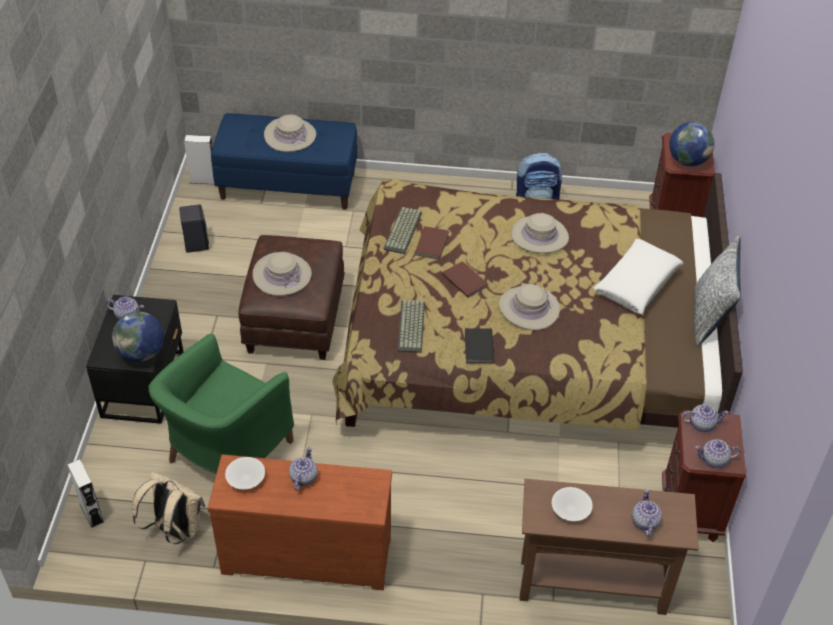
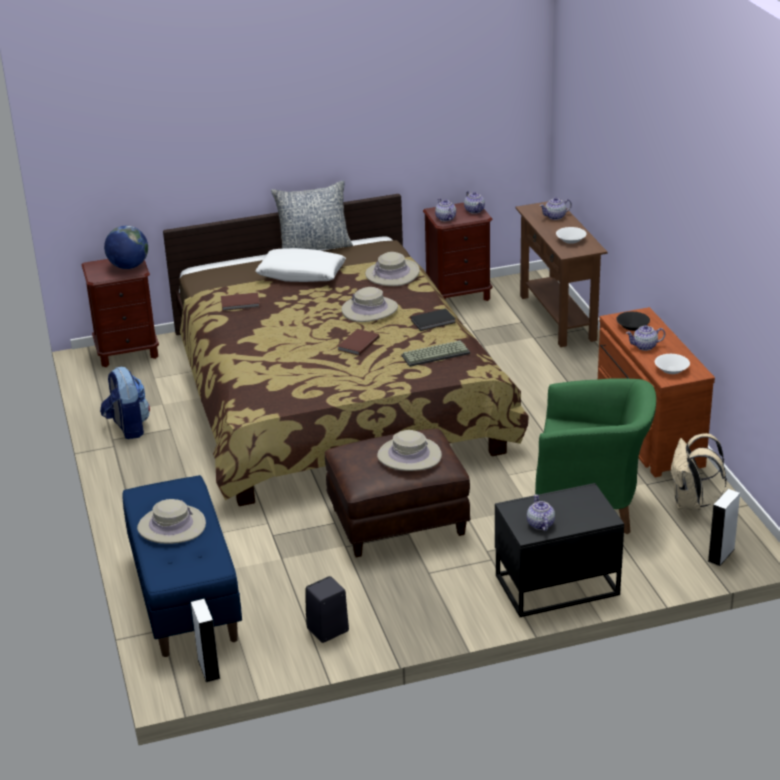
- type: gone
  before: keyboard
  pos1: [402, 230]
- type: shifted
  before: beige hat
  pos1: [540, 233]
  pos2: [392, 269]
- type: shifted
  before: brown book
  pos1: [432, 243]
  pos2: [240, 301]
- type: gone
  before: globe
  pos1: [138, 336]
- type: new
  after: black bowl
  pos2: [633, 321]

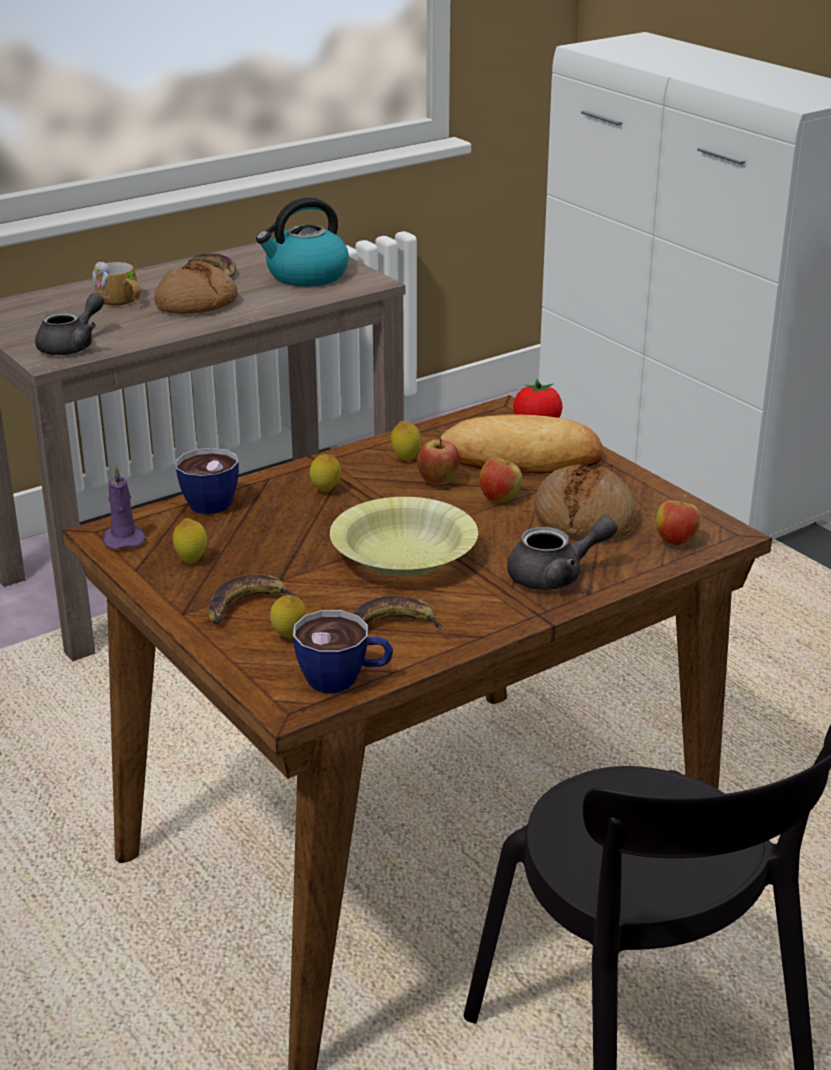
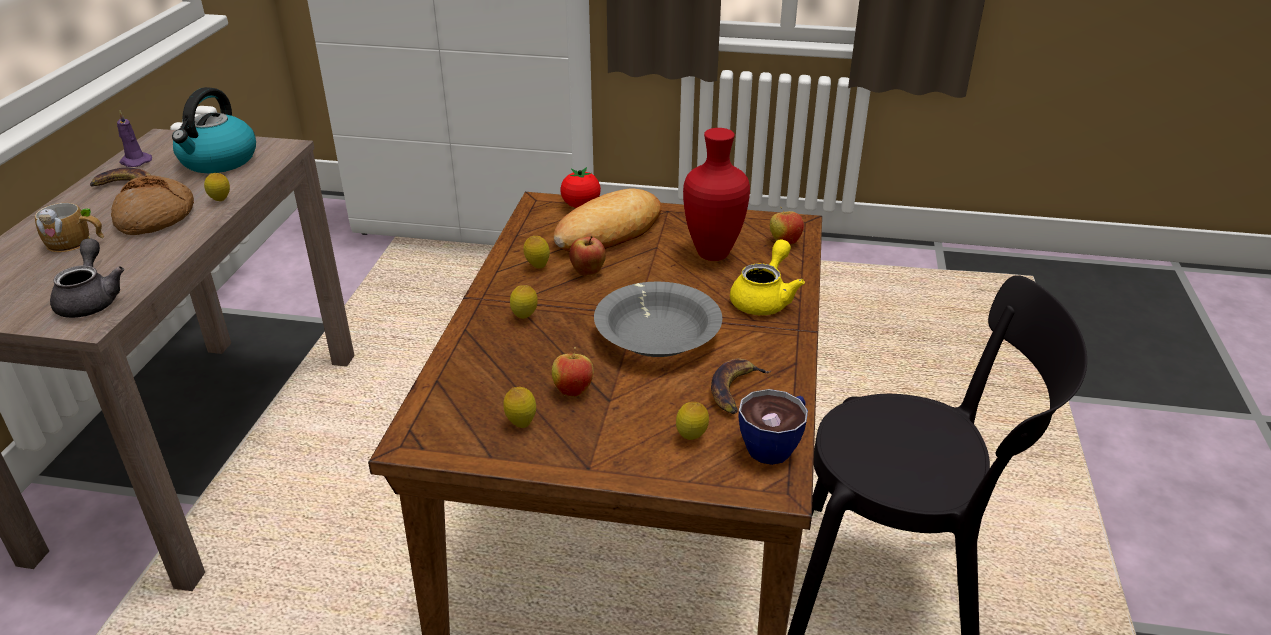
- type: gone
  before: cup
  pos1: [207, 481]
- type: shifted
  before: apple
  pos1: [501, 479]
  pos2: [573, 372]
- type: swapped
  before: bread
  after: red vase
  pos1: [585, 501]
  pos2: [716, 194]
- type: shifted
  before: purple candle
  pos1: [124, 507]
  pos2: [134, 138]
- type: repainted
  before: yellow bowl
  after: grey bowl
  pos1: [404, 537]
  pos2: [658, 319]
- type: repainted
  before: grey teapot
  after: yellow teapot
  pos1: [562, 553]
  pos2: [767, 277]
- type: gone
  before: banana
  pos1: [254, 599]
- type: new
  after: lemon
  pos2: [217, 187]

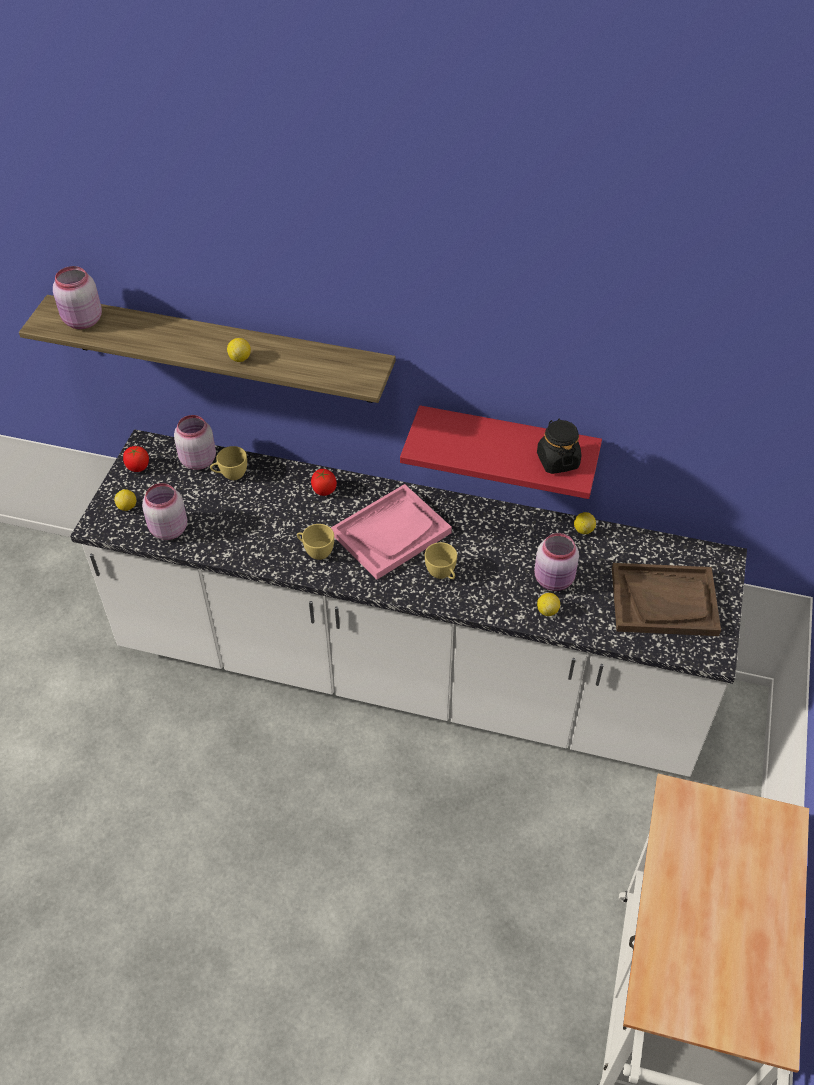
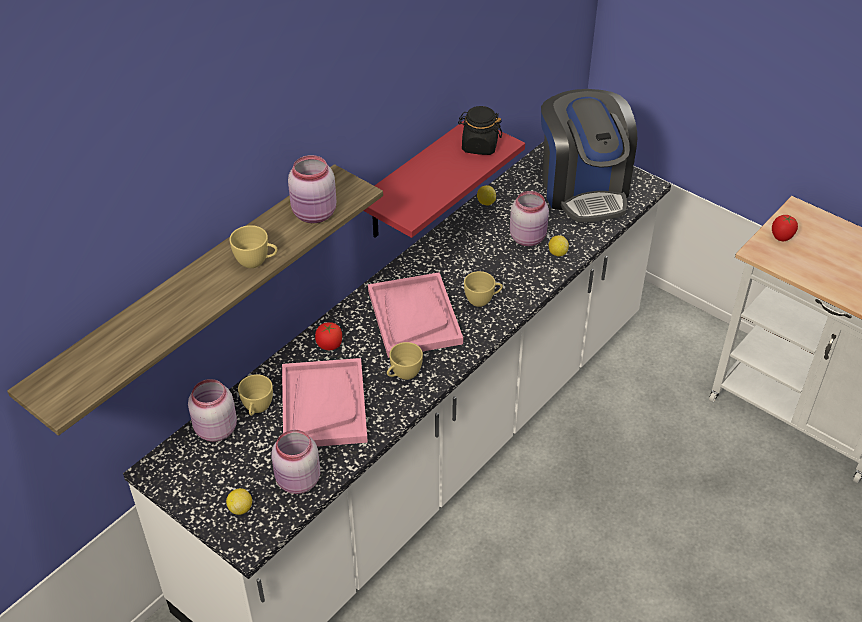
- type: shifted
  before: pink jar
  pos1: [77, 297]
  pos2: [312, 189]
- type: swapped
  before: lemon
  after: yellow cup
  pos1: [239, 350]
  pos2: [253, 246]
- type: shifted
  before: tomato
  pos1: [136, 459]
  pos2: [785, 228]
- type: swapped
  before: brown tray
  after: coffee machine
  pos1: [666, 599]
  pos2: [589, 155]
- type: new
  after: pink tray
  pos2: [325, 402]

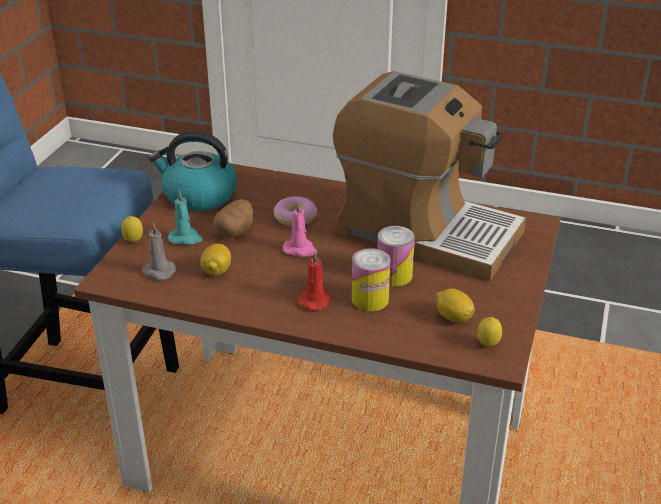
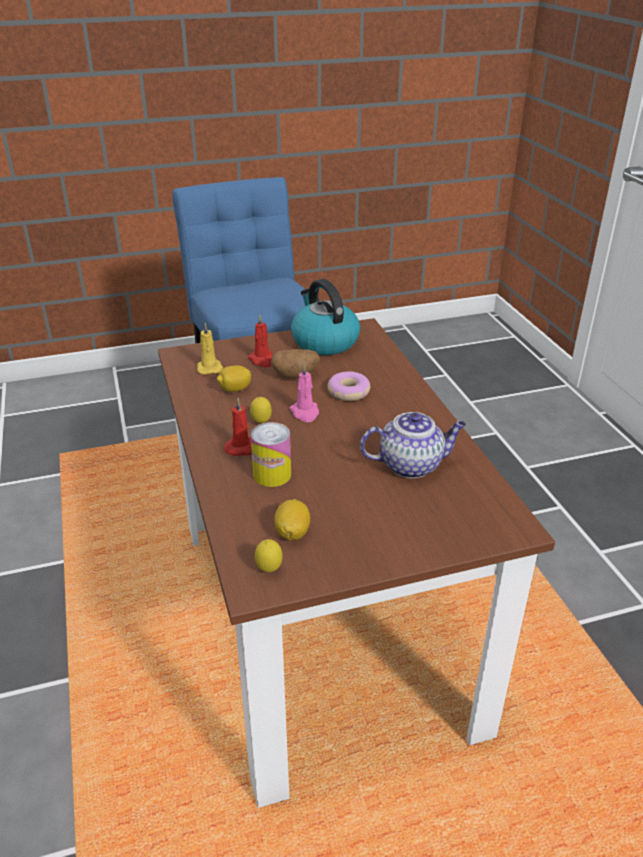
- type: swapped
  before: coffee machine
  after: teapot
  pos1: [429, 176]
  pos2: [413, 445]
- type: repainted
  before: turquoise candle
  after: red candle
  pos1: [185, 217]
  pos2: [260, 341]
- type: shifted
  before: lemon
  pos1: [132, 229]
  pos2: [261, 410]
- type: repainted
  before: grey candle
  after: yellow candle
  pos1: [159, 251]
  pos2: [210, 349]
- type: gone
  before: can
  pos1: [396, 256]

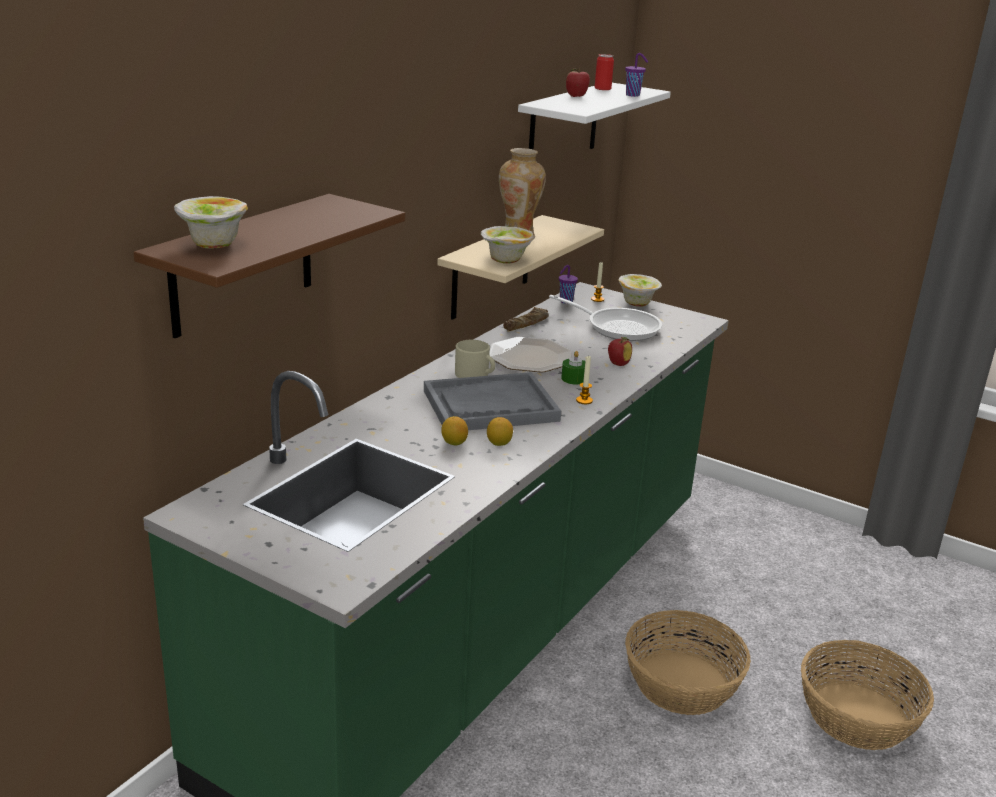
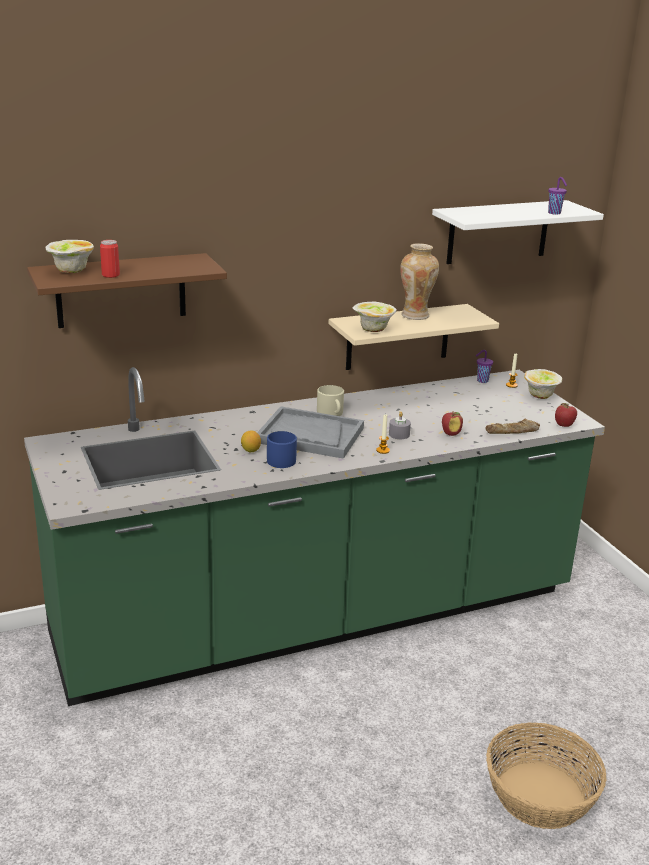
- type: shifted
  before: can
  pos1: [604, 72]
  pos2: [110, 259]
- type: shifted
  before: apple
  pos1: [578, 82]
  pos2: [566, 415]
- type: gone
  before: frying pan
  pos1: [605, 318]
- type: shifted
  before: bread
  pos1: [526, 319]
  pos2: [512, 426]
- type: gone
  before: plate
  pos1: [530, 354]
- type: repainted
  before: green candle
  after: grey candle
  pos1: [573, 367]
  pos2: [400, 425]
- type: swapped
  before: lemon
  after: blue mug
  pos1: [500, 431]
  pos2: [282, 449]
- type: gone
  before: basket
  pos1: [688, 662]

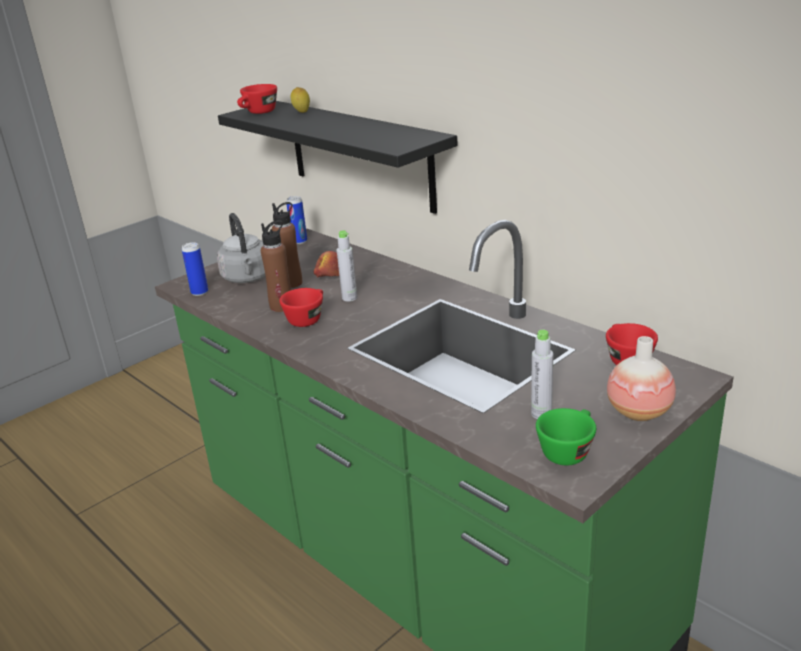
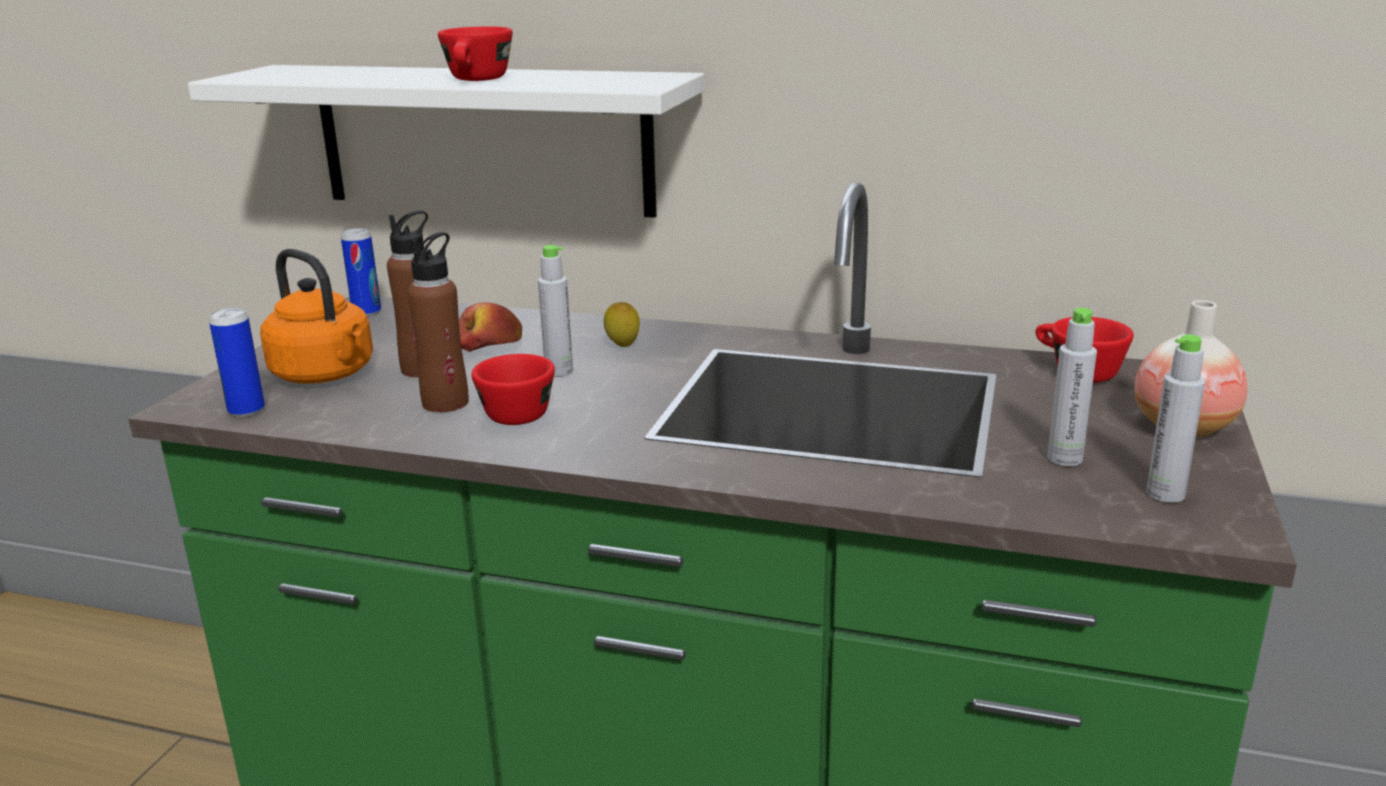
- type: shifted
  before: red cup
  pos1: [257, 99]
  pos2: [475, 53]
- type: shifted
  before: lemon
  pos1: [300, 100]
  pos2: [622, 324]
- type: repainted
  before: black shelf
  after: white shelf
  pos1: [338, 157]
  pos2: [446, 141]
- type: repainted
  before: grey kettle
  after: orange kettle
  pos1: [241, 248]
  pos2: [316, 316]
- type: swapped
  before: green cup
  after: grey bottle
  pos1: [566, 436]
  pos2: [1175, 418]

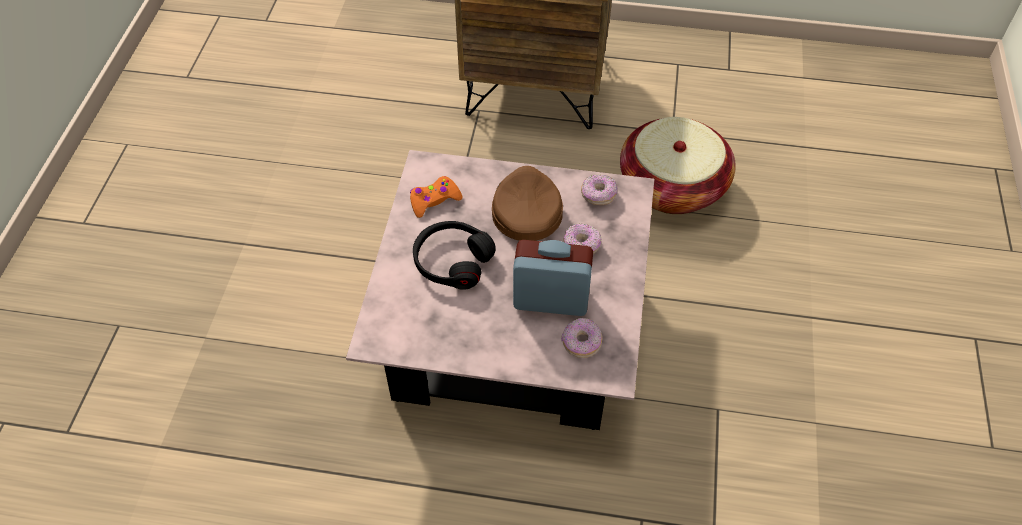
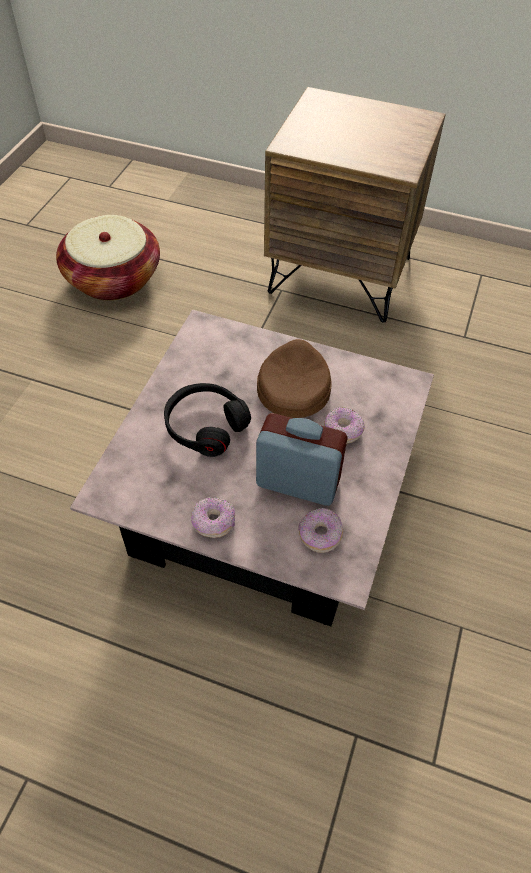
- type: shifted
  before: basket
  pos1: [678, 165]
  pos2: [108, 258]
- type: shifted
  before: donut
  pos1: [599, 189]
  pos2: [213, 517]
- type: gone
  before: orange game controller
  pos1: [436, 197]

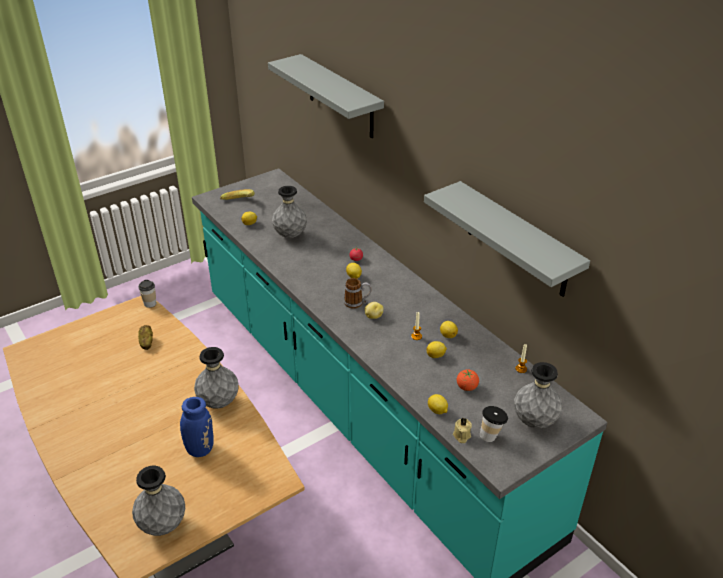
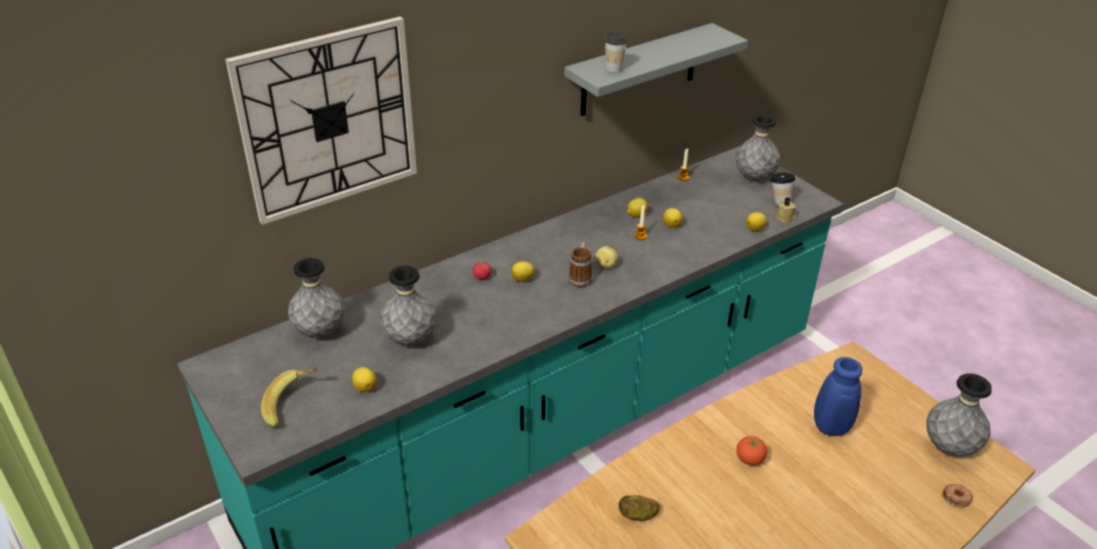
- type: swapped
  before: grey shelf
  after: wall clock
  pos1: [326, 96]
  pos2: [321, 121]
- type: shifted
  before: cup
  pos1: [147, 294]
  pos2: [616, 53]
- type: shifted
  before: grey vase
  pos1: [216, 378]
  pos2: [316, 298]
- type: shifted
  before: tomato
  pos1: [468, 380]
  pos2: [751, 451]
- type: new
  after: donut
  pos2: [957, 496]

